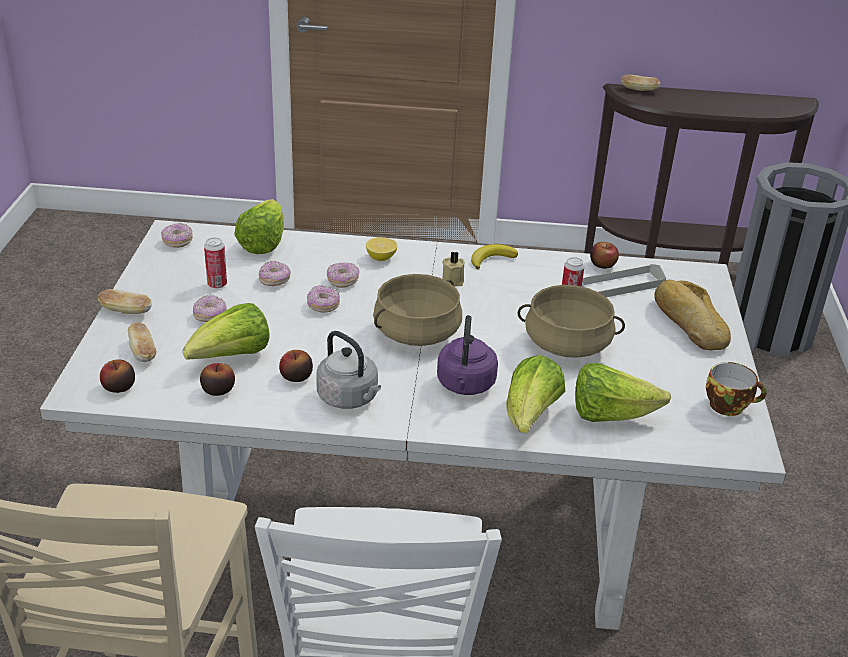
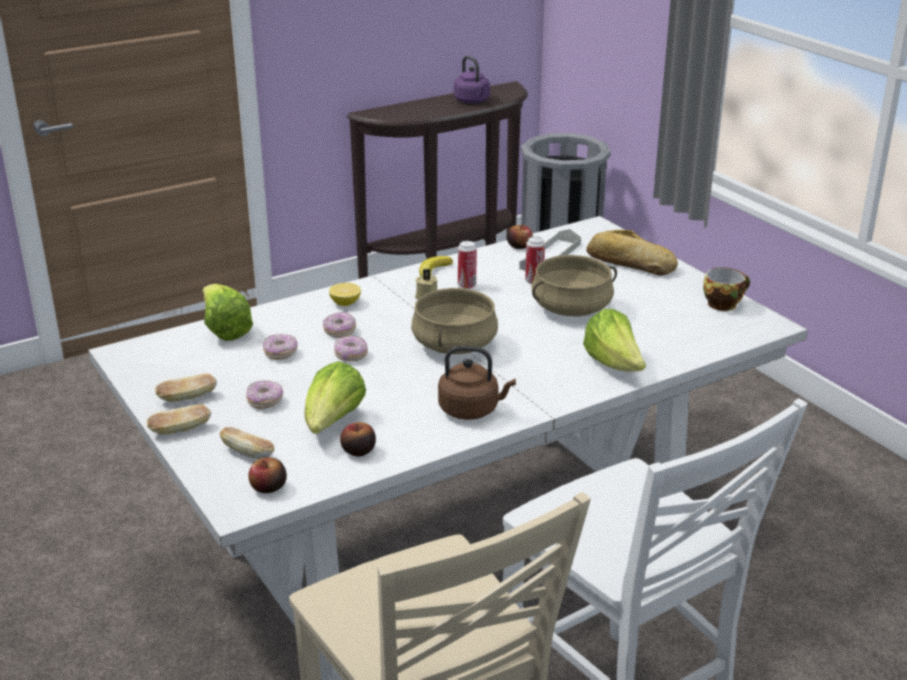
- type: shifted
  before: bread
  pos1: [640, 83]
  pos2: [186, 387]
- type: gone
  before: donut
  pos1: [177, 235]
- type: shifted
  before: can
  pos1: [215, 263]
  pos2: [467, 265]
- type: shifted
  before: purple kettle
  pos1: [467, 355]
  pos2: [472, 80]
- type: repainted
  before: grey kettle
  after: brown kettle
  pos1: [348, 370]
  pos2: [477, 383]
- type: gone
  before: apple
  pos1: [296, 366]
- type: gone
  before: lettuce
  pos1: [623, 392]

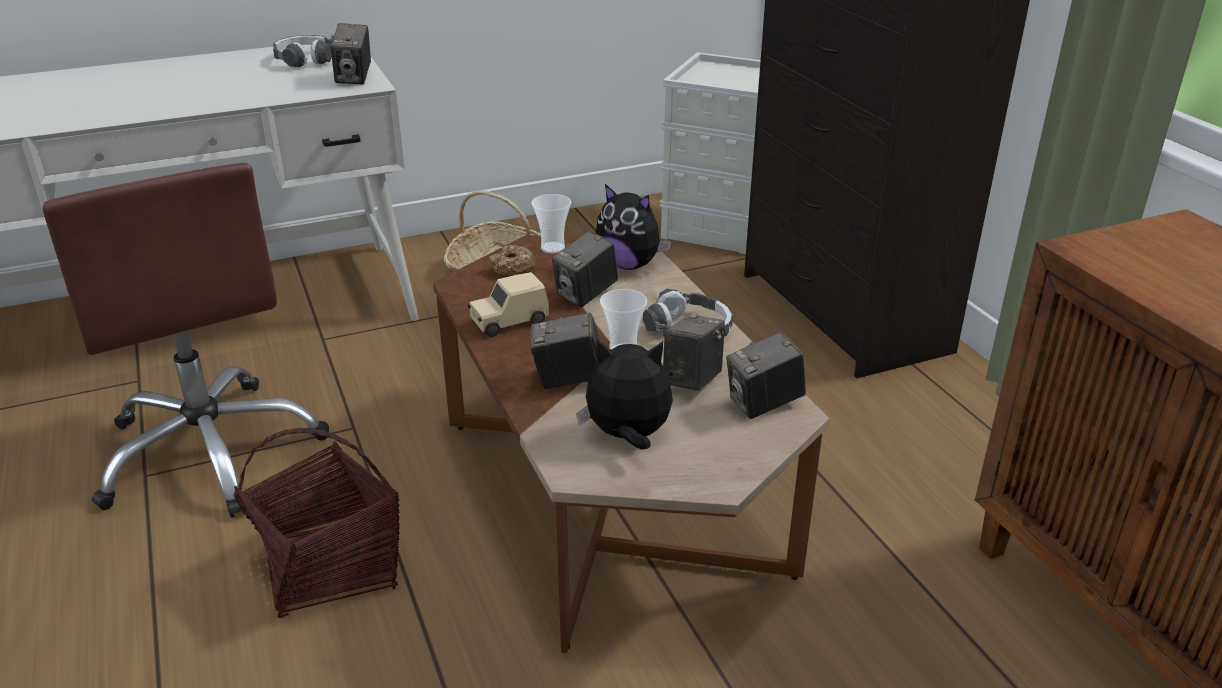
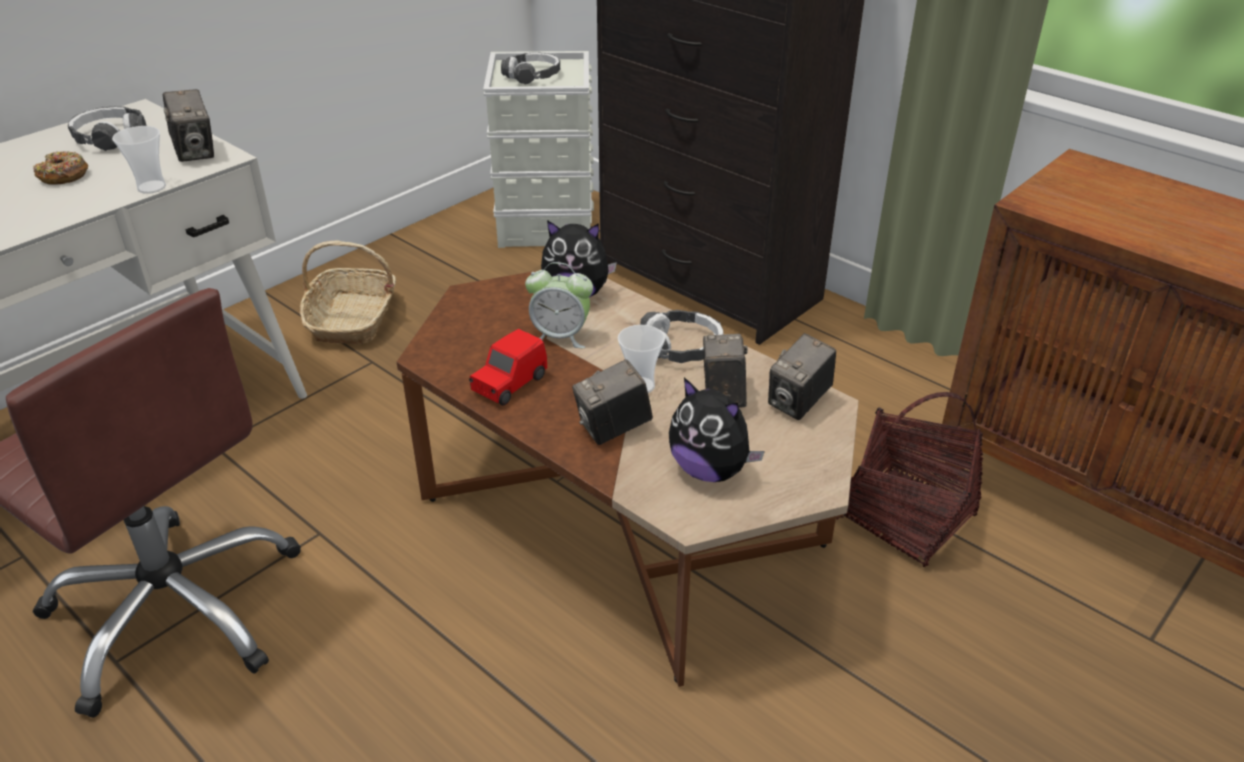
- type: shifted
  before: cup
  pos1: [551, 224]
  pos2: [139, 160]
- type: swapped
  before: photo camera
  after: alarm clock
  pos1: [585, 269]
  pos2: [559, 305]
- type: shifted
  before: donut
  pos1: [512, 261]
  pos2: [60, 168]
- type: repainted
  before: beige toy car
  after: red toy car
  pos1: [508, 304]
  pos2: [508, 367]
- type: rotated
  before: plush toy
  pos1: [624, 394]
  pos2: [717, 430]
  turn: -120
- type: shifted
  before: basket
  pos1: [317, 523]
  pos2: [909, 479]
- type: new
  after: headphones
  pos2: [530, 69]

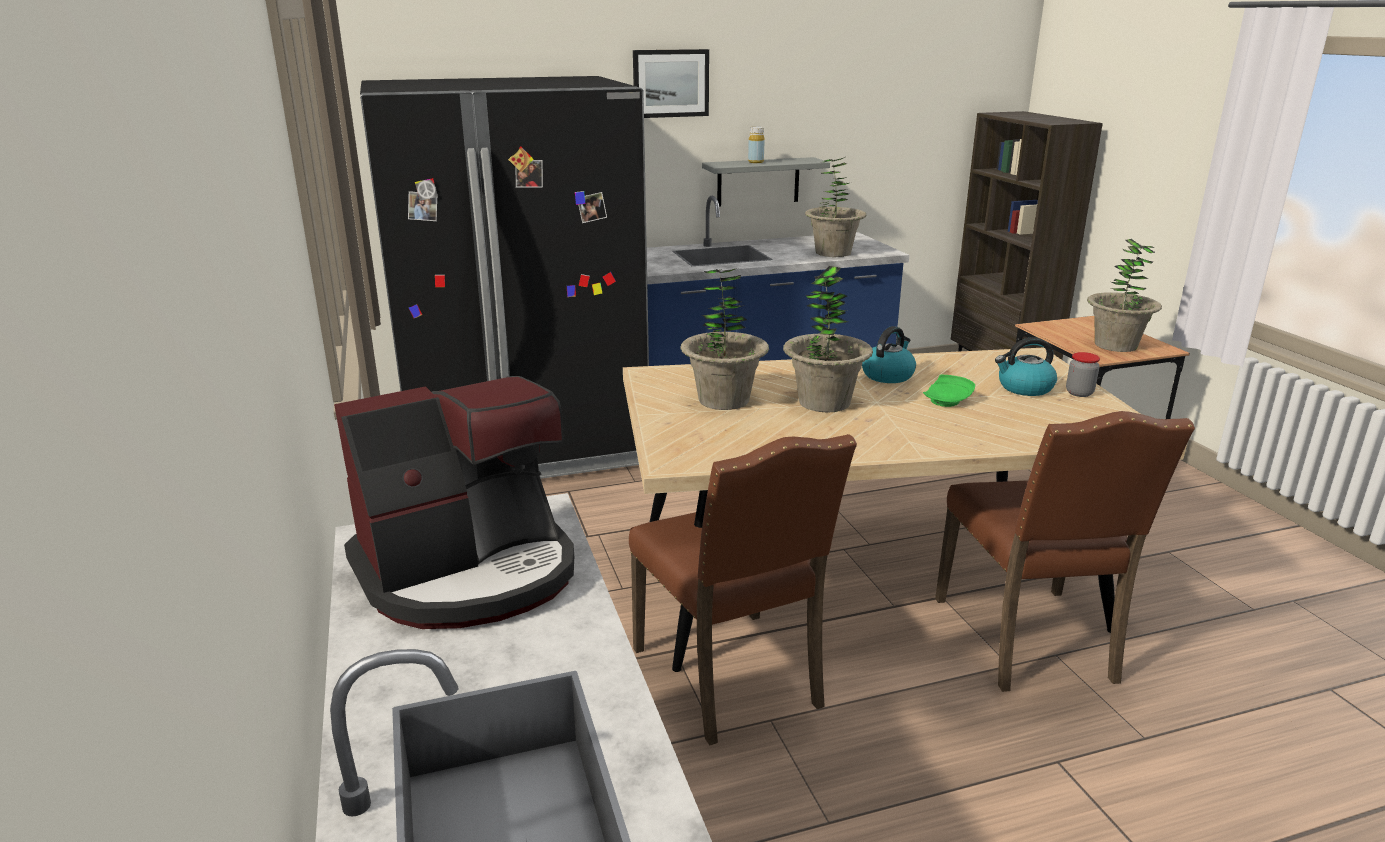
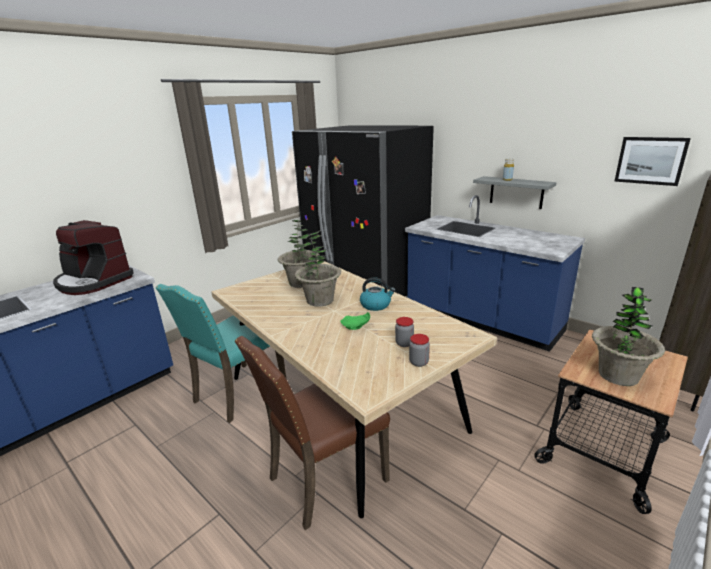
- type: shifted
  before: picture
  pos1: [671, 83]
  pos2: [652, 161]
- type: gone
  before: potted plant
  pos1: [836, 207]
- type: swapped
  before: kettle
  after: jar
  pos1: [1026, 366]
  pos2: [404, 332]
- type: repainted
  before: brown chair
  after: turquoise chair
  pos1: [743, 589]
  pos2: [221, 353]

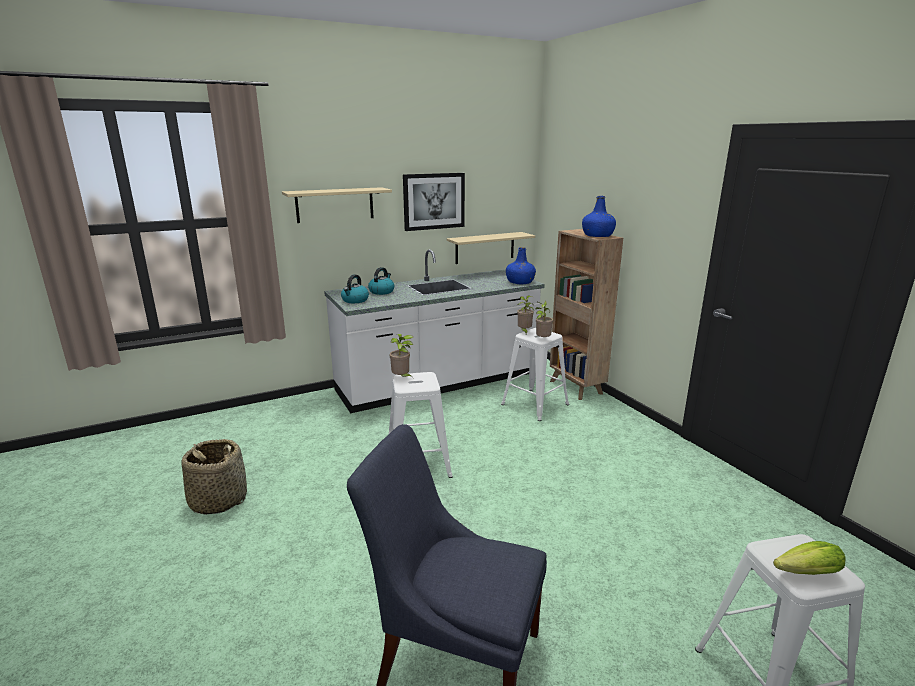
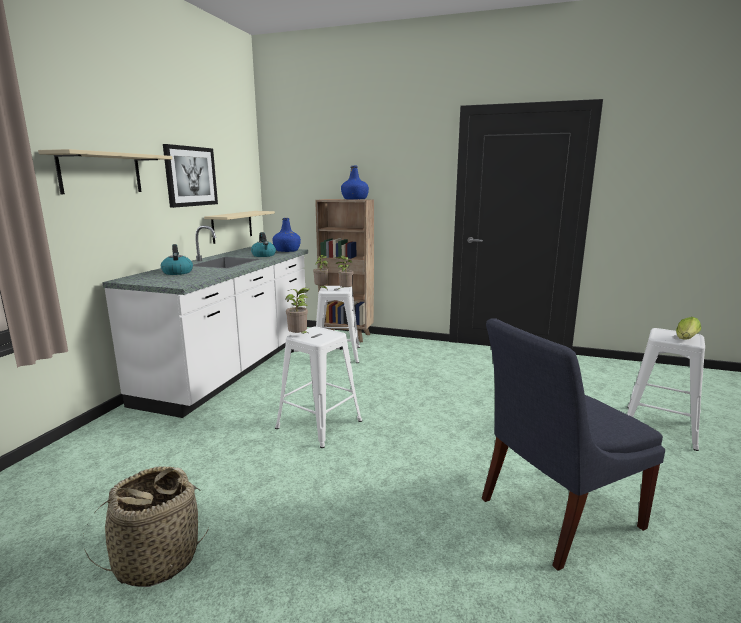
- type: shifted
  before: kettle
  pos1: [355, 289]
  pos2: [263, 244]

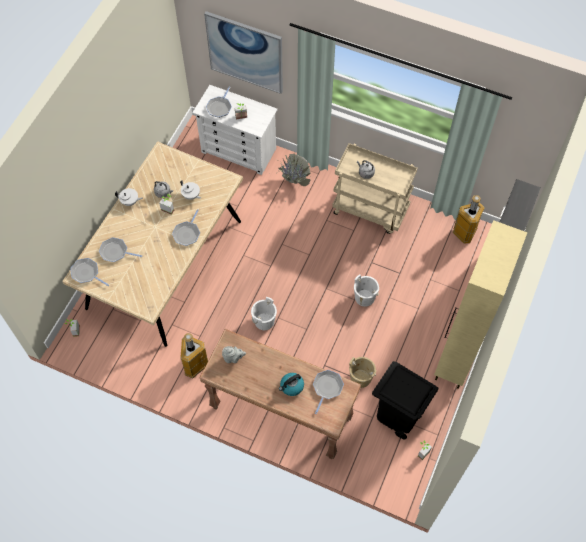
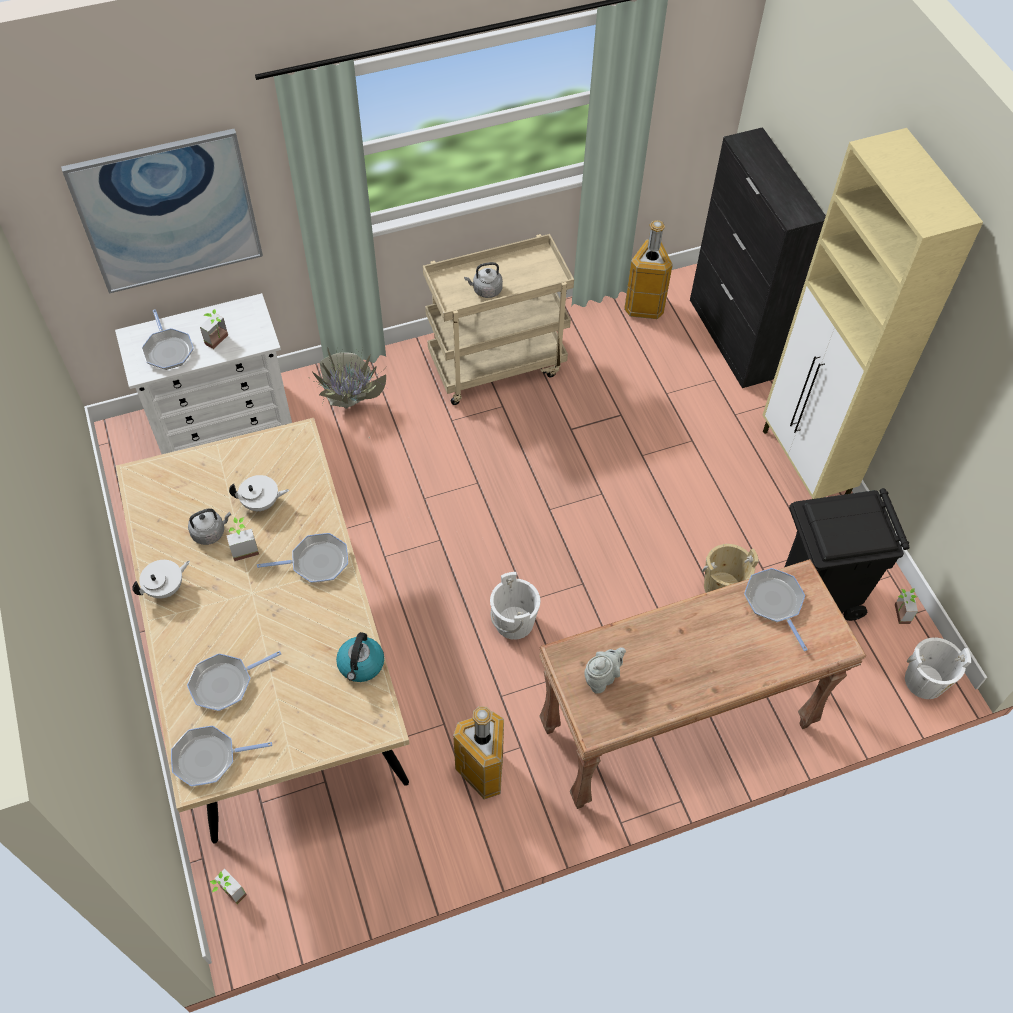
- type: rotated
  before: frying pan
  pos1: [186, 227]
  pos2: [302, 558]
  turn: -75
- type: shifted
  before: white bucket
  pos1: [366, 290]
  pos2: [938, 668]
- type: shifted
  before: kettle
  pos1: [291, 384]
  pos2: [360, 657]

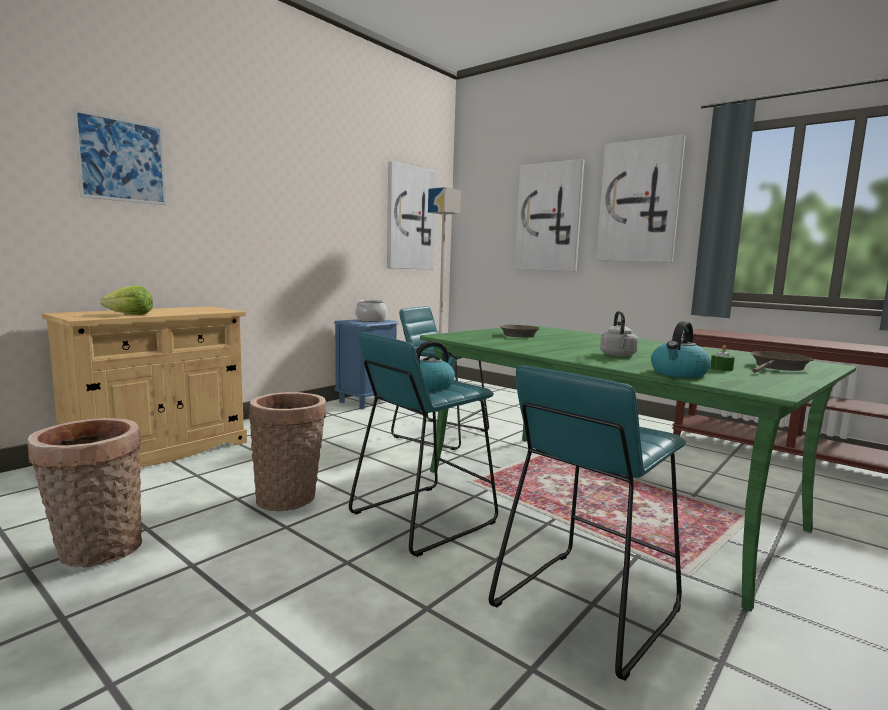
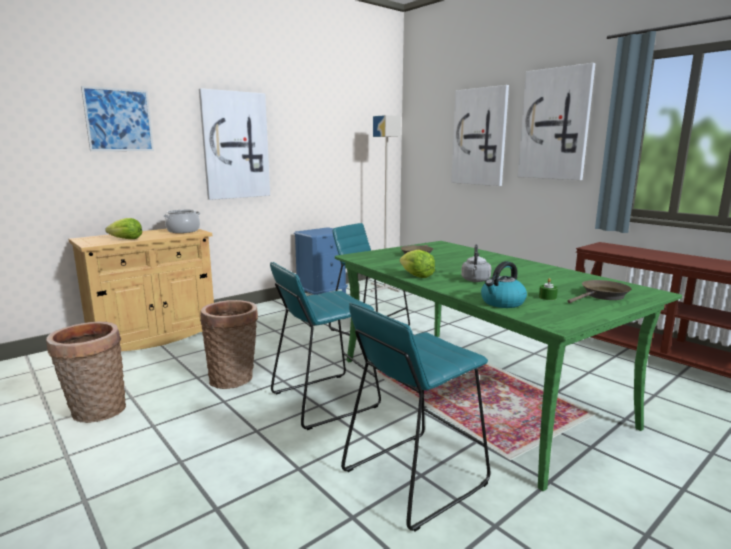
- type: shifted
  before: picture
  pos1: [412, 215]
  pos2: [234, 144]
- type: shifted
  before: cooking pot
  pos1: [371, 311]
  pos2: [181, 221]
- type: gone
  before: kettle
  pos1: [437, 365]
- type: new
  after: lettuce
  pos2: [417, 264]

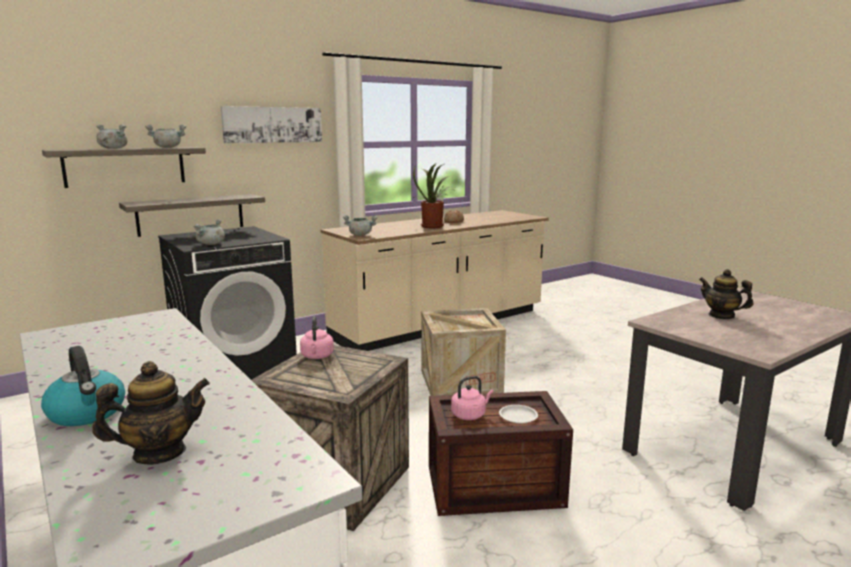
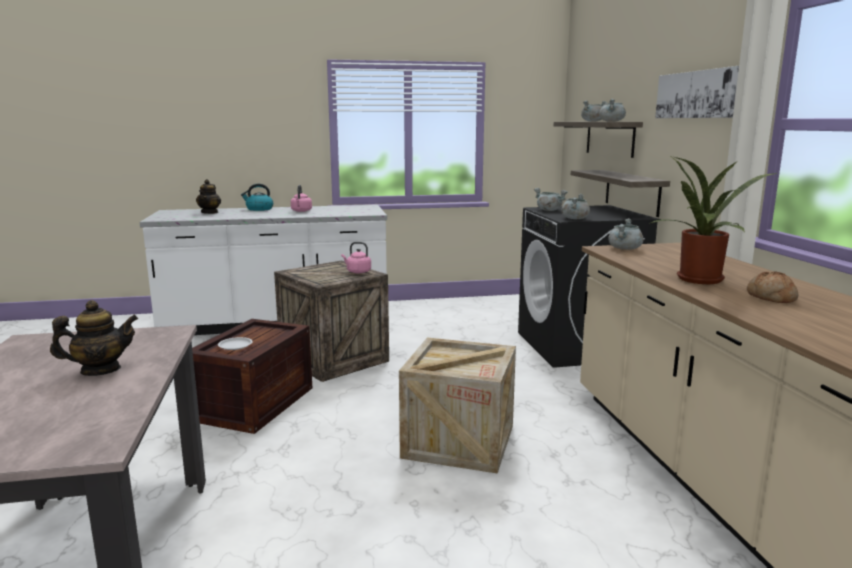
- type: shifted
  before: pink kettle
  pos1: [472, 398]
  pos2: [301, 198]
- type: new
  after: grey cooking pot
  pos2: [575, 206]

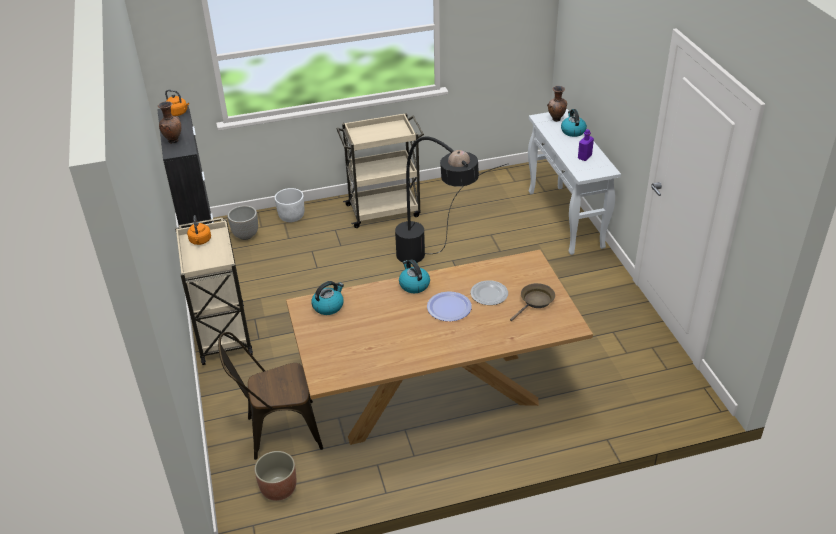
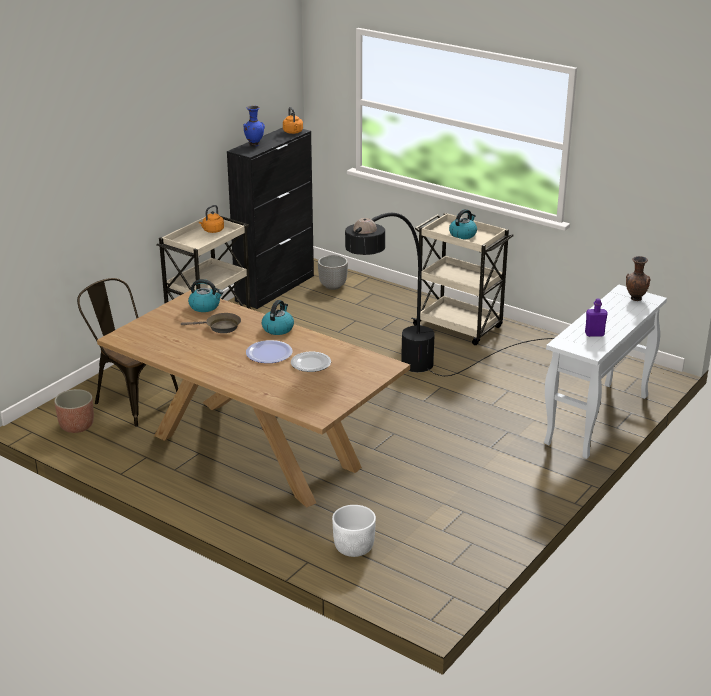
- type: repainted
  before: brown vase
  after: blue vase
  pos1: [169, 122]
  pos2: [254, 126]
- type: shifted
  before: kettle
  pos1: [574, 123]
  pos2: [463, 224]
- type: shifted
  before: white planter
  pos1: [289, 205]
  pos2: [354, 531]
- type: shifted
  before: brown frying pan
  pos1: [532, 302]
  pos2: [211, 323]

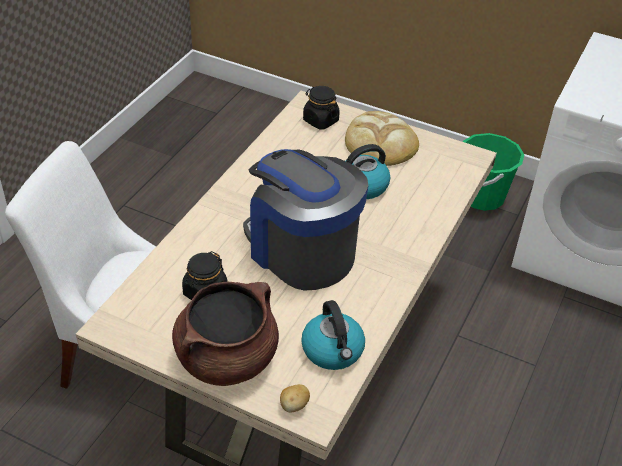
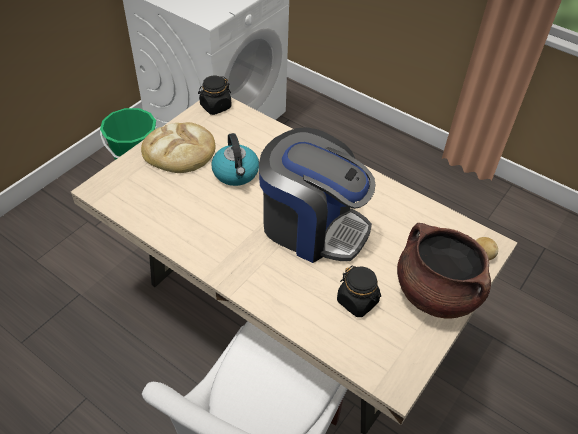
- type: shifted
  before: black jar
  pos1: [321, 108]
  pos2: [215, 95]
- type: rotated
  before: coffee machine
  pos1: [306, 220]
  pos2: [317, 195]
  turn: -120
- type: gone
  before: kettle
  pos1: [333, 335]

